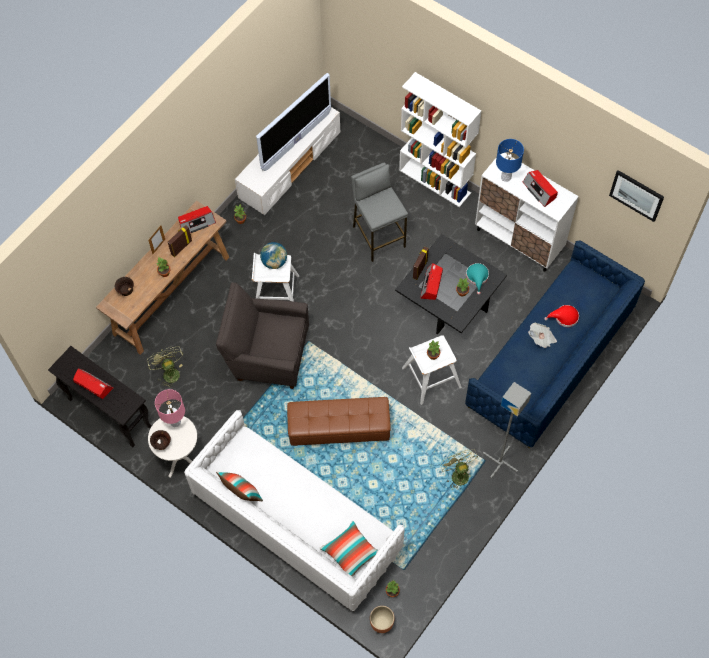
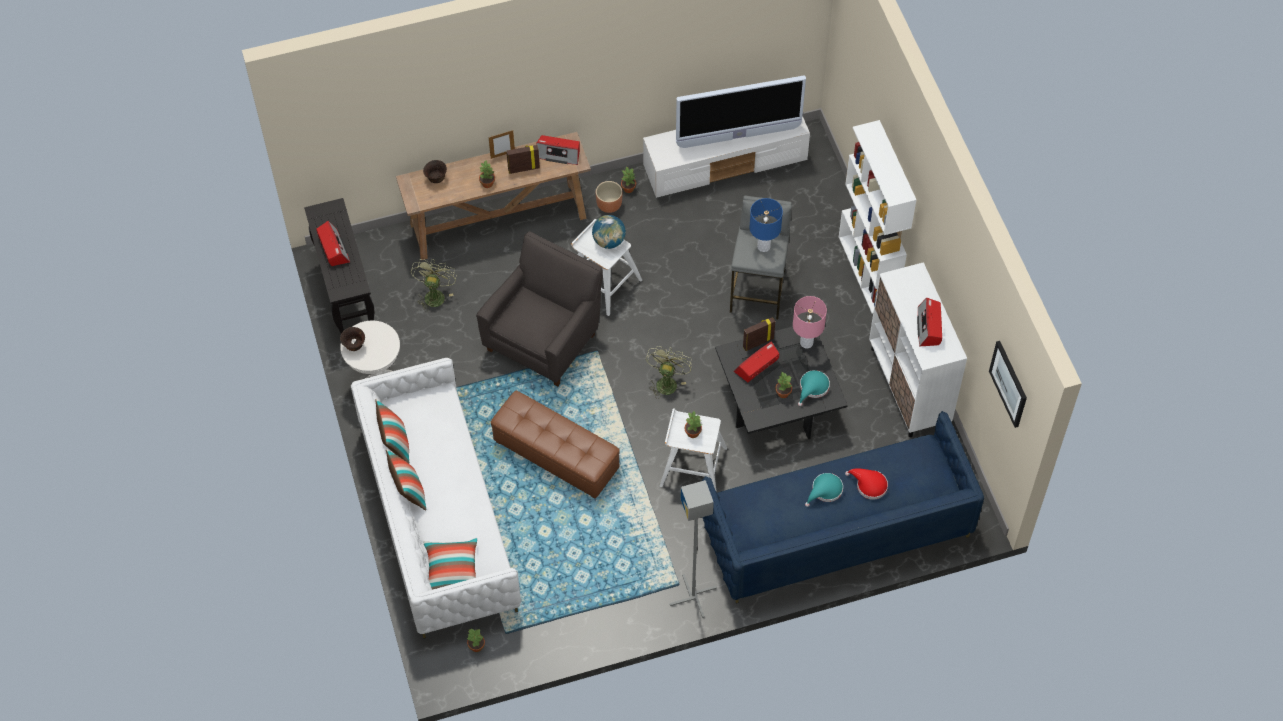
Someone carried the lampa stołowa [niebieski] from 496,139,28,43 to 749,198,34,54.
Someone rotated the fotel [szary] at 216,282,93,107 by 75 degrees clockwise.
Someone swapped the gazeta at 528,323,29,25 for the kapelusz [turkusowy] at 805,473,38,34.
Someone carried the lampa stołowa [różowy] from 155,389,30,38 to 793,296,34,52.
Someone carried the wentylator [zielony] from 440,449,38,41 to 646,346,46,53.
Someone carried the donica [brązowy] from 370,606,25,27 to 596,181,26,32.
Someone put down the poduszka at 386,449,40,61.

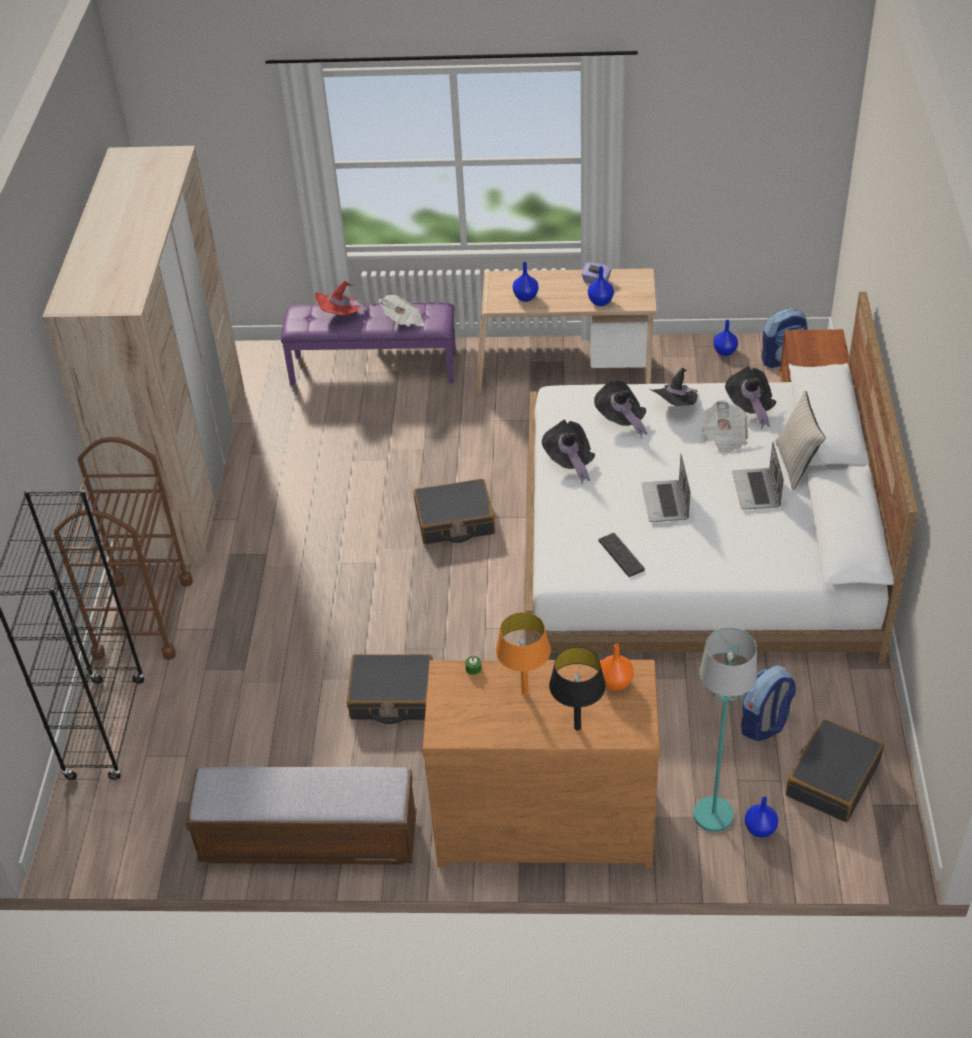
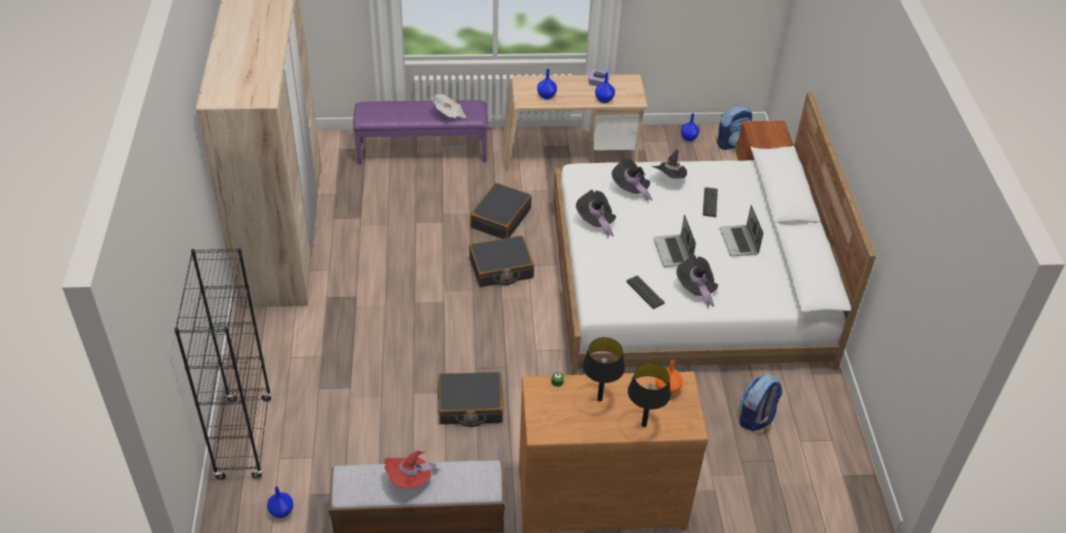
Someone carried the kapelusz [czerwony] from 314,281,56,34 to 384,450,57,39.
Someone carried the kapelusz [czarny] from 725,366,51,63 to 676,255,42,54.
Someone took away the poduszka [beżowy] at 775,391,50,100.
Someone swapped the gazeta at 702,400,46,55 for the klawiatura at 703,187,15,30.
Someone took away the wózek [brązowy] at 54,437,139,223.
Someone repainted the lampa stołowa [pomarańczowy] at 496,612,55,83, which became the lampa stołowa [czarny] at 582,337,43,64.
Someone took away the lampa stojąca [turkusowy] at 694,627,63,205.
Someone carried the walizka [czarny] from 786,718,98,104 to 470,183,62,56.
Someone carried the wazon [niebieski] from 745,796,33,42 to 267,487,26,31.

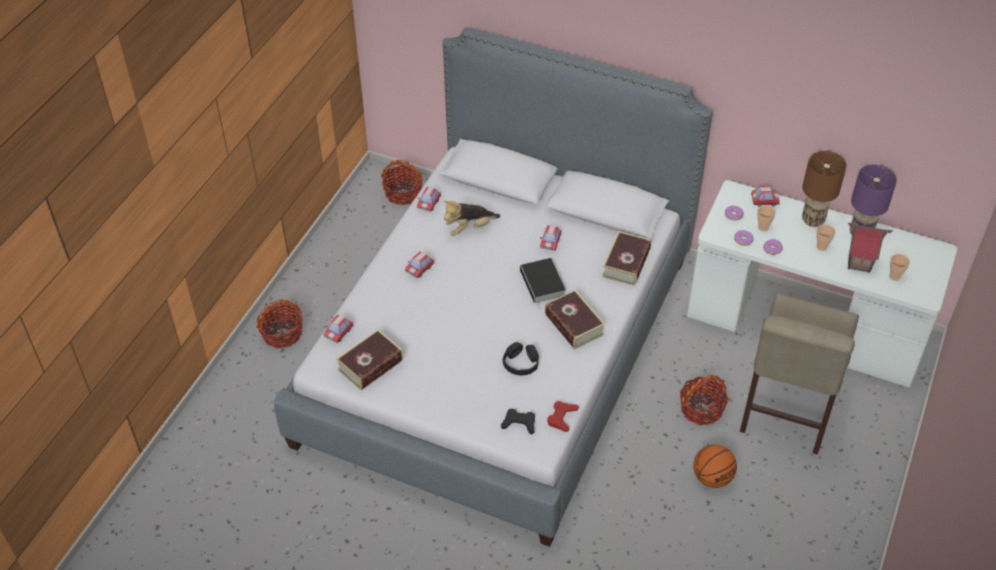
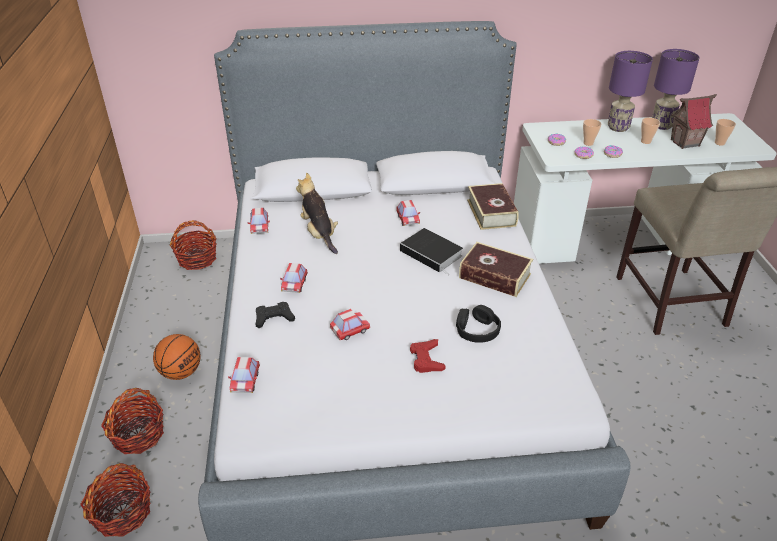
Someone repainted the lampa stołowa [brązowy] at 802,151,45,76, which became the lampa stołowa [fioletowy] at 608,51,45,81.
Someone carried the samochodzik from 751,186,29,21 to 330,309,40,31.
Someone rotated the pluszak at 444,201,56,35 by 120 degrees clockwise.
Someone took away the książka at 336,329,67,61.
Someone carried the koszyk from 680,375,49,50 to 80,463,71,74.
Someone carried the pad do gier [czerwony] from 547,401,32,31 to 410,339,36,34.
Someone carried the pad do gier [czarny] from 501,408,34,26 to 255,302,40,26.
Someone carried the piłka do koszykówki from 693,445,44,43 to 153,334,48,46.

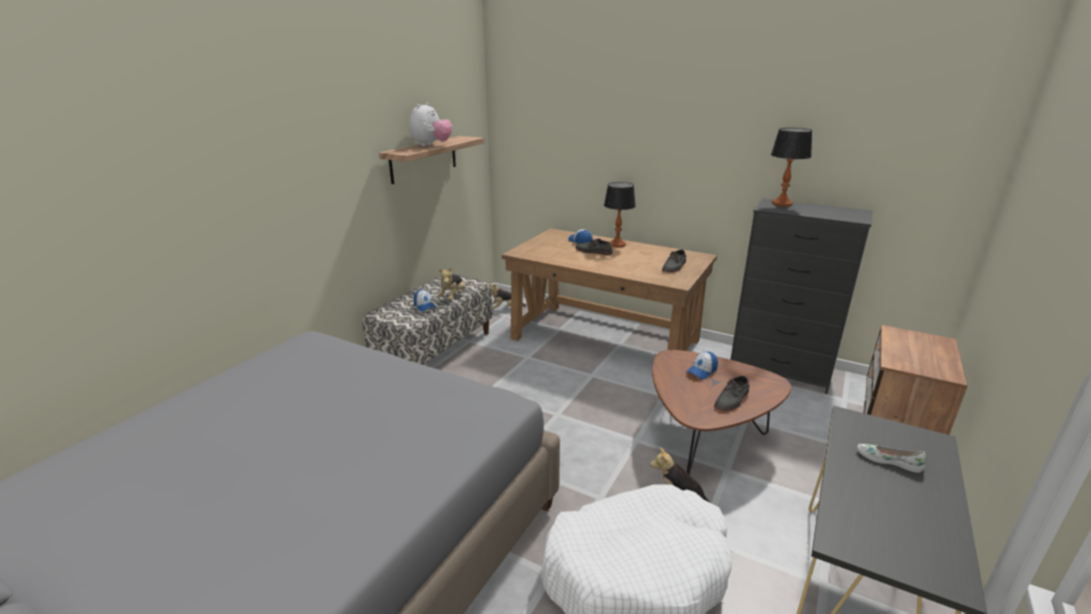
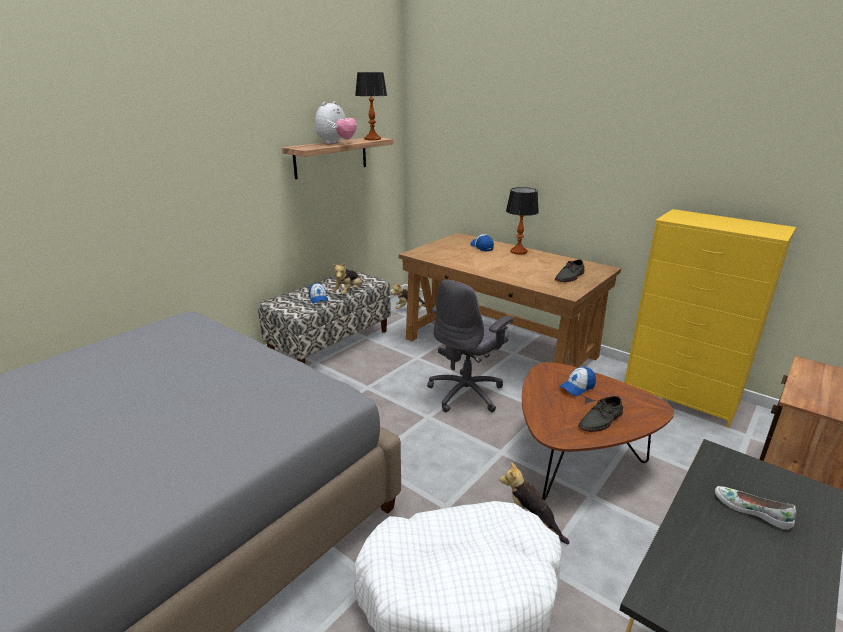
Someone carried the lampa stołowa from 771,128,42,79 to 355,72,32,68.
Someone repainted the komoda [czarny] at 730,198,142,196, which became the komoda [żółty] at 624,209,172,219.
Someone took away the but [szary] at 575,239,38,16.
Someone put down the krzesło biurowe [szary] at 427,280,86,132.

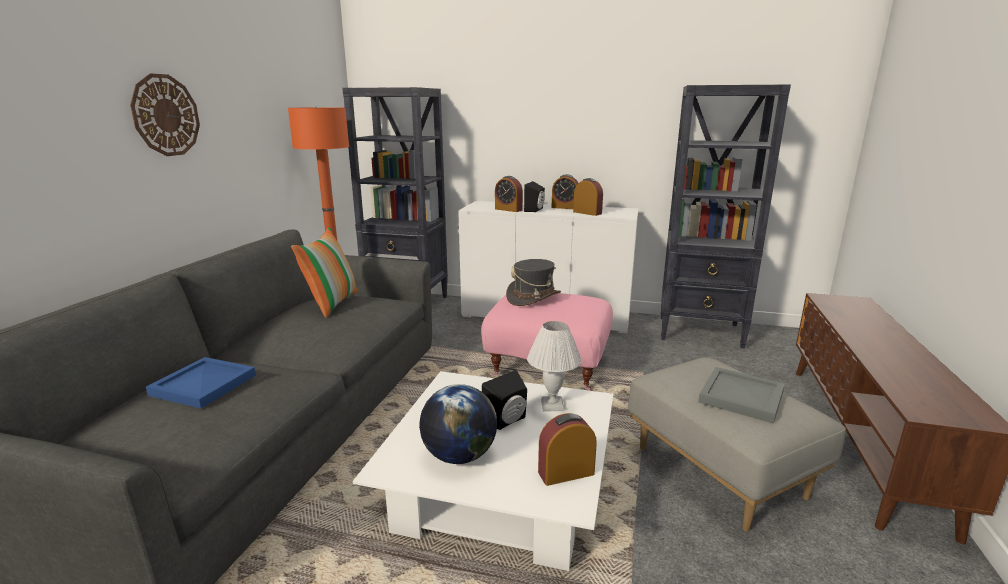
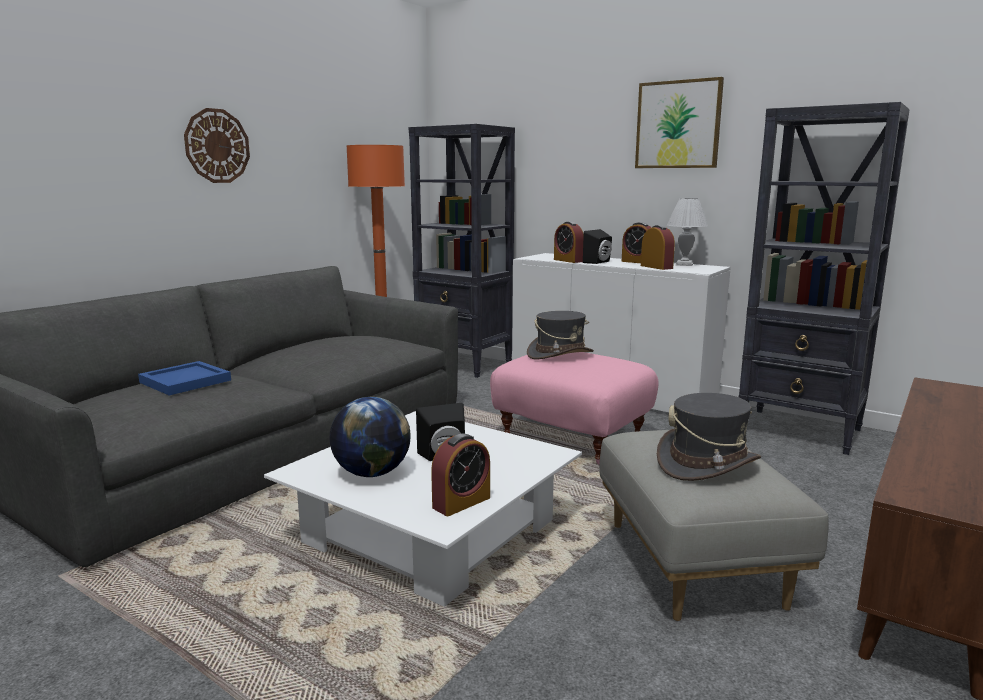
Someone took away the poduszka at 291,227,68,91.
Someone carried the lampa stołowa [biały] from 527,321,55,90 to 667,198,41,68.
Someone swapped the taca [szary] at 698,367,87,57 for the kapelusz [szary] at 657,393,104,88.
Someone rotated the budzik at 538,413,59,73 by 135 degrees clockwise.
Someone put up the obraz at 635,77,89,91.

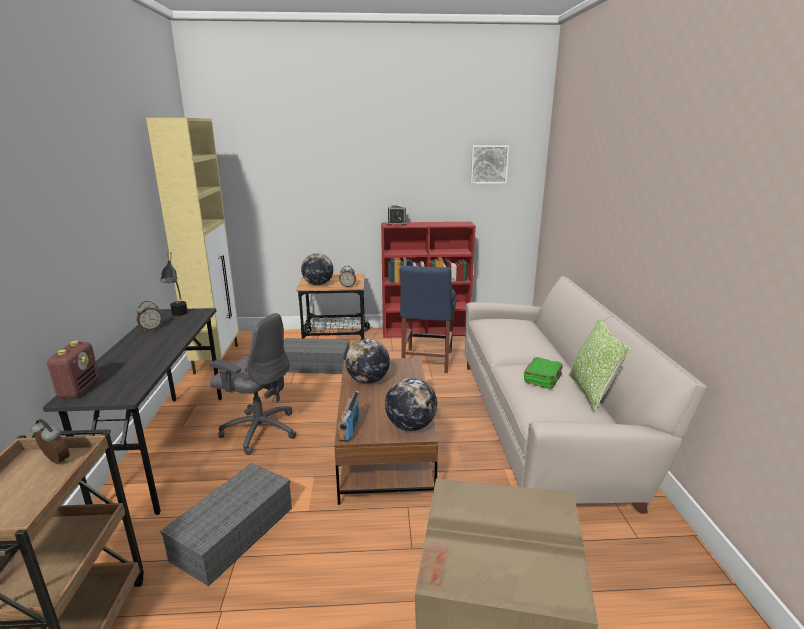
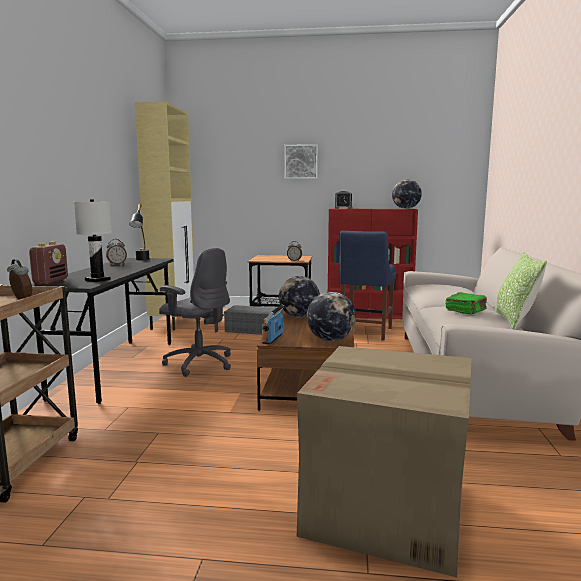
Someone carried the obraz from 470,145,39,39 to 285,144,33,35.
Someone carried the globus from 301,253,32,32 to 392,179,30,30.
Someone took away the pojemnik do przechowywania [szary] at 160,463,132,123.
Someone put down the lampa stołowa [biały] at 74,200,38,82.

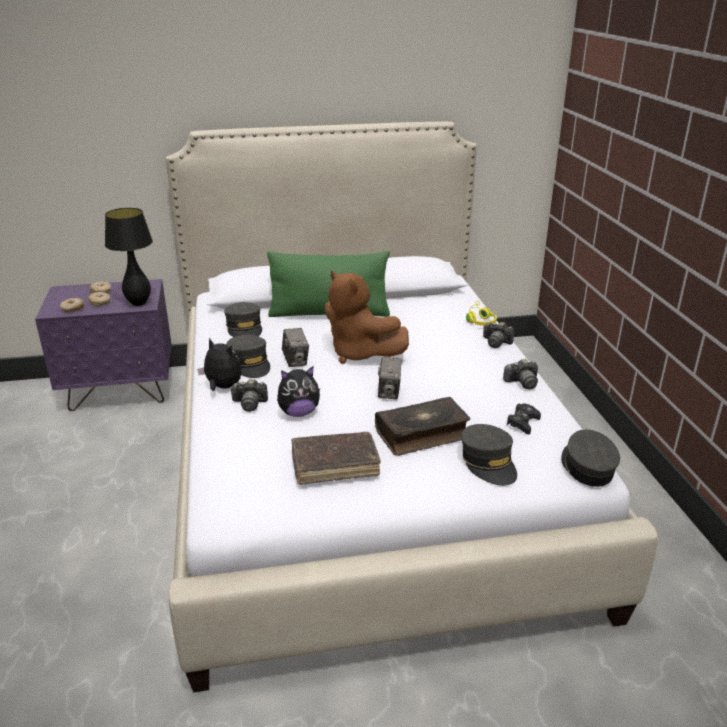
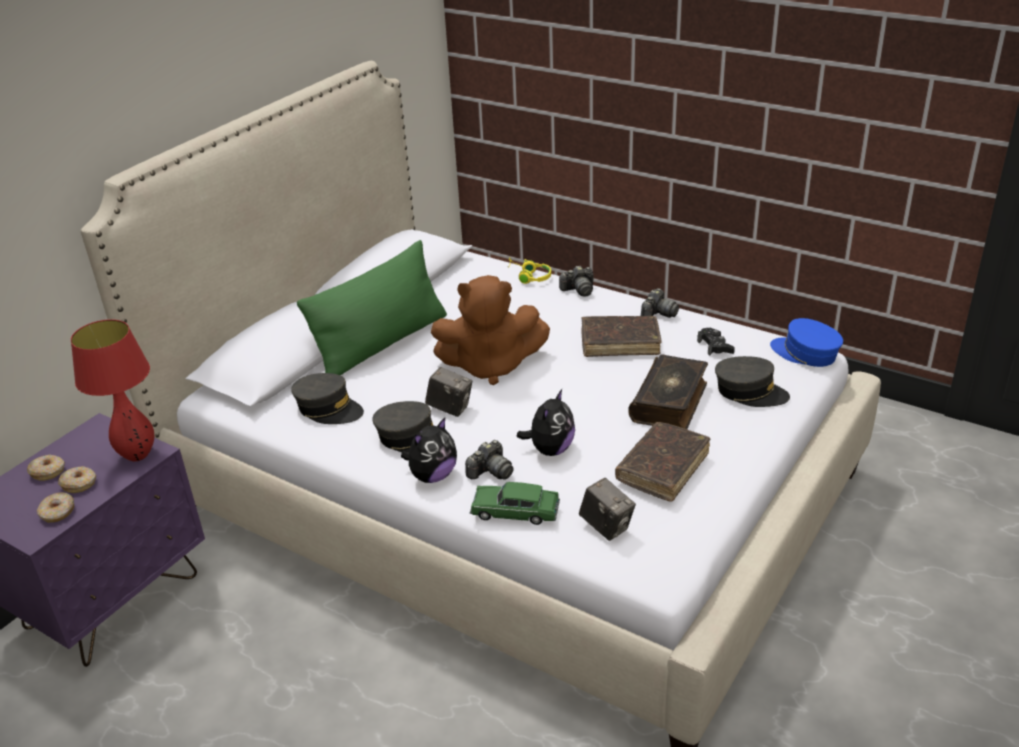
Someone repainted the lampa stołowa [czarny] at 105,208,48,98, which became the lampa stołowa [czerwony] at 71,319,83,142.
Someone rotated the pluszak at 197,337,44,54 by 150 degrees clockwise.
Someone carried the aparat fotograficzny from 378,357,24,42 to 579,478,57,63.
Someone repainted the czapka z daszkiem [szary] at 561,429,59,58, which became the czapka z daszkiem [niebieski] at 770,318,73,49.
Someone put down the książka [brązowy] at 581,316,81,41.
Someone put down the samochodzik [zielony] at 470,482,90,43.

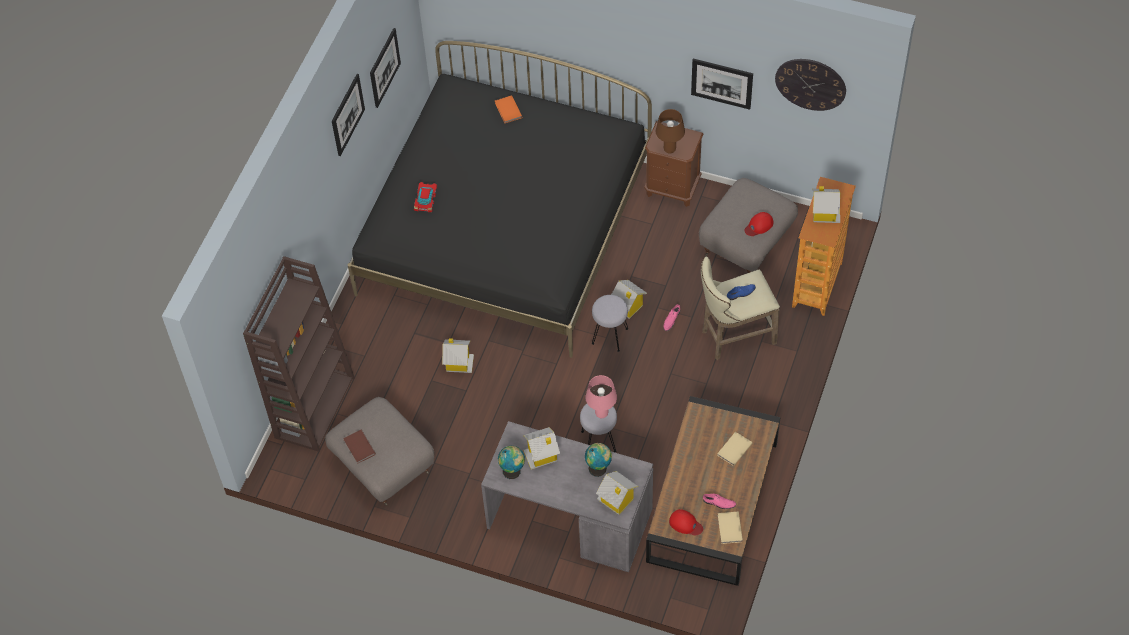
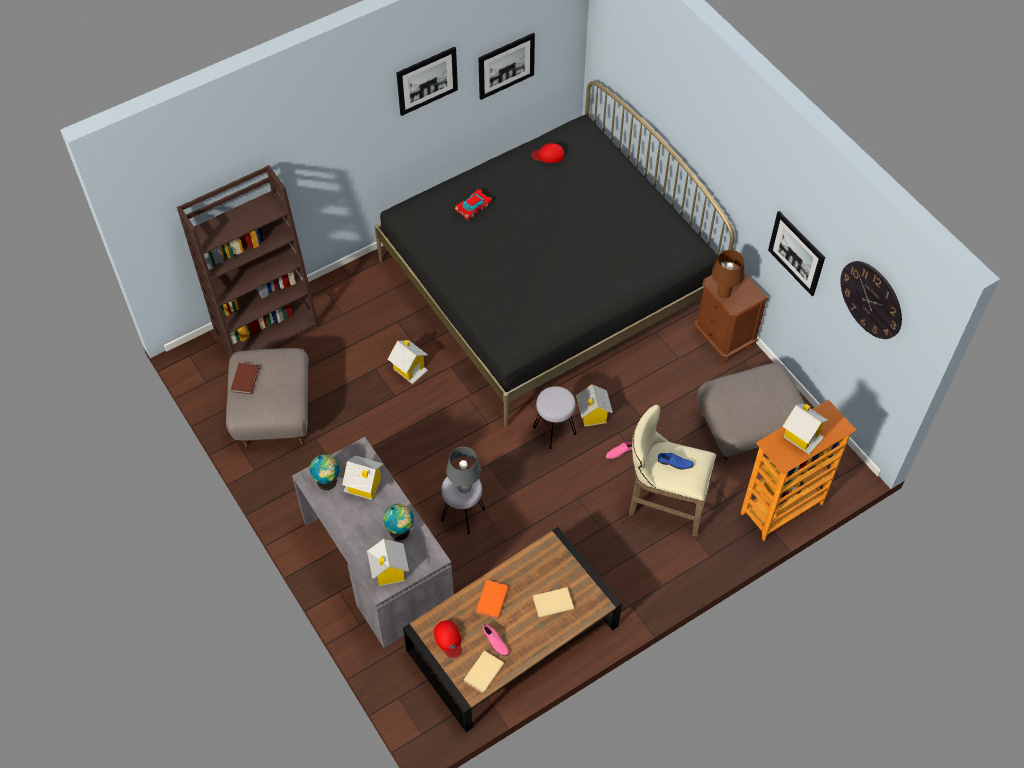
Someone carried the książka [pomarańczowy] from 495,95,27,28 to 476,580,33,39.
Someone carried the czapka z daszkiem [czerwony] from 744,212,29,24 to 531,143,34,20.
Someone repainted the lampa stołowa [różowy] at 585,375,32,43, which became the lampa stołowa [szary] at 446,447,35,46.

